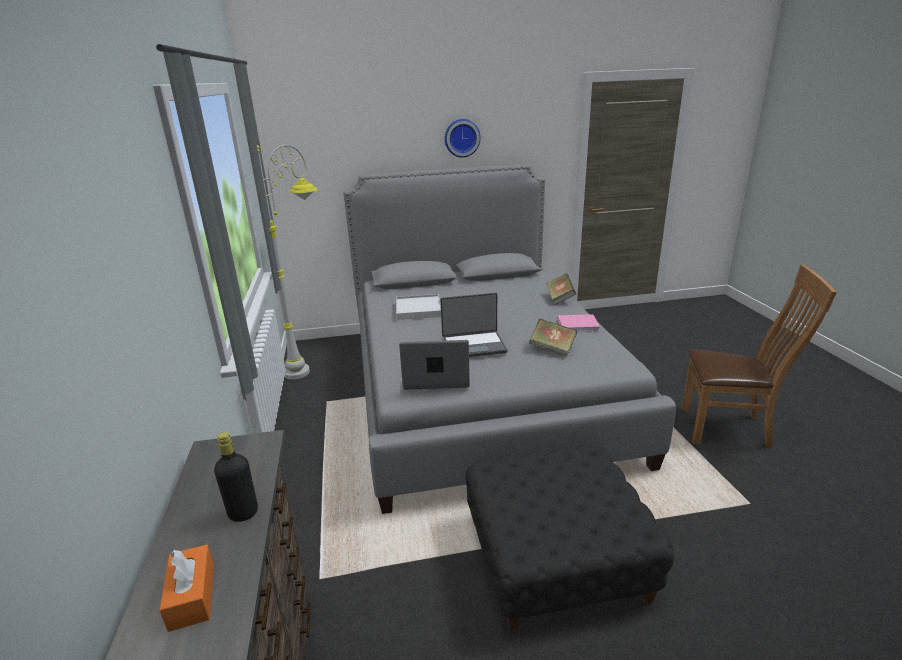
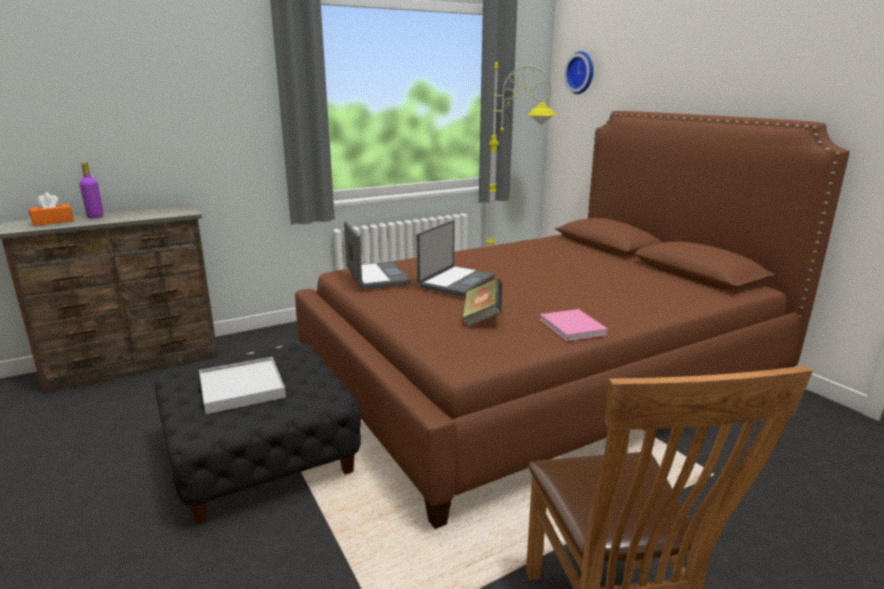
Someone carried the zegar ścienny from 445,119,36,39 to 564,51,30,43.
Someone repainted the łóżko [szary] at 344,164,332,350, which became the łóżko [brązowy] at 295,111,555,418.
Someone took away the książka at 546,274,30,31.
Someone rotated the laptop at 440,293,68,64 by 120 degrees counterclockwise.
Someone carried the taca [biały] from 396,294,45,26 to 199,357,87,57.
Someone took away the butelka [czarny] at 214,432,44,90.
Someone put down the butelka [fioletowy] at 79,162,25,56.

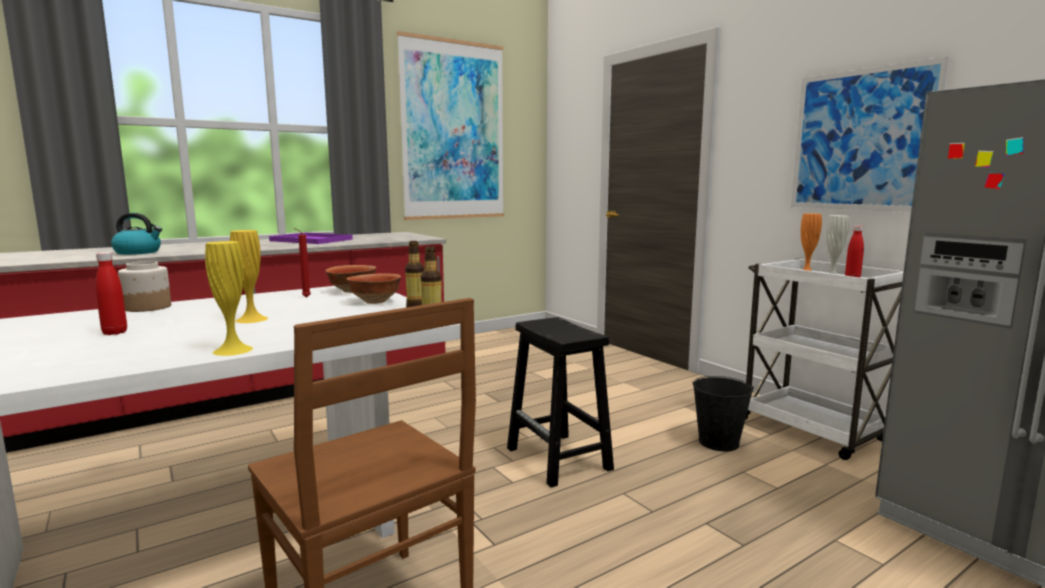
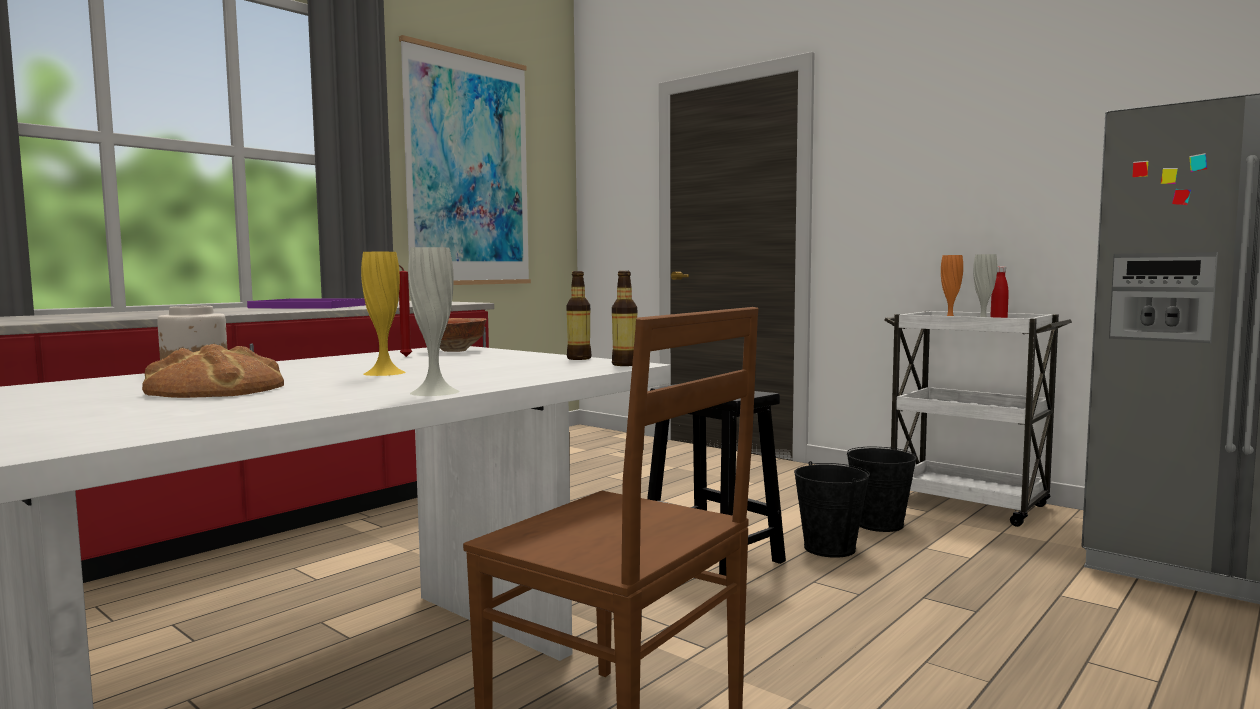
Someone took away the obraz at 791,56,159,156.
Someone took away the czajnik at 111,213,51,42.
Someone repainted the wazon [żółty] at 205,241,48,115, which became the wazon [biały] at 408,247,51,149.
Someone swapped the butelka [czerwony] at 96,252,31,83 for the chleb at 142,344,142,54.
Someone took away the miska at 347,273,54,31.
Someone put down the wiadro [czarny] at 794,461,76,97.

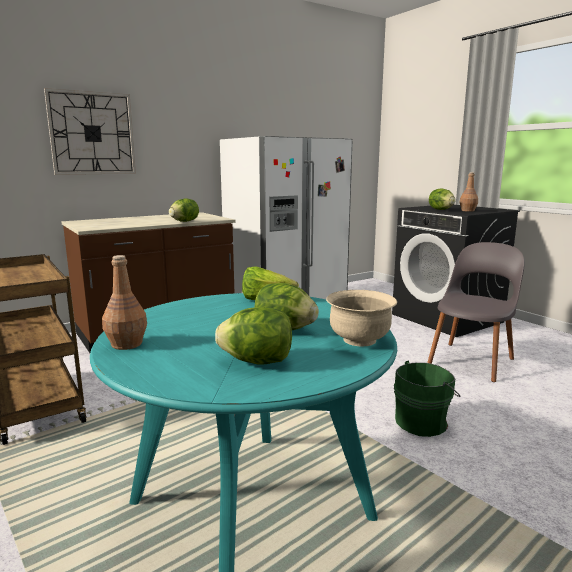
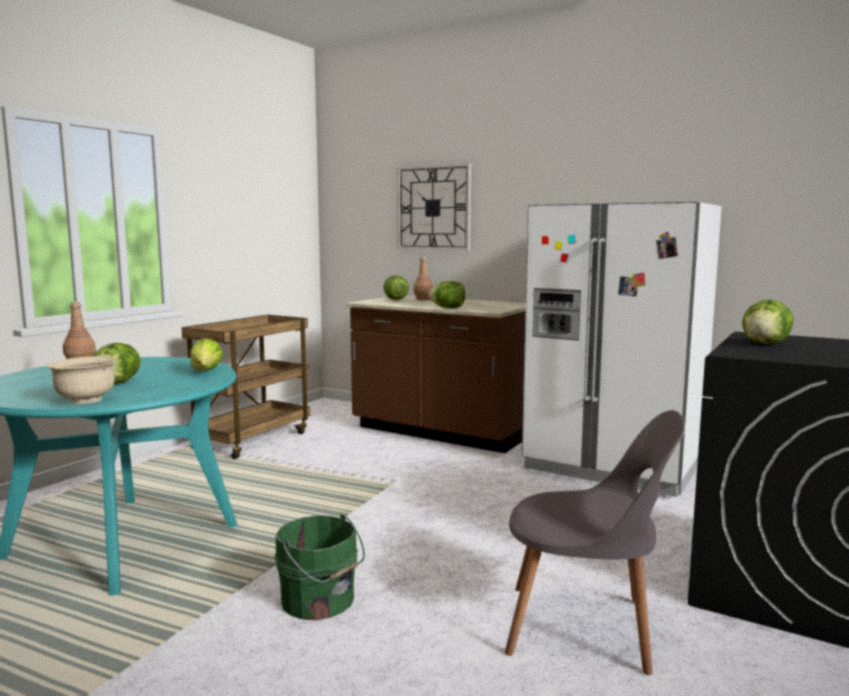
Someone carried the butelka [brązowy] from 459,172,19,40 to 413,257,20,43.
Someone carried the sałata from 215,307,77,58 to 383,275,26,25.

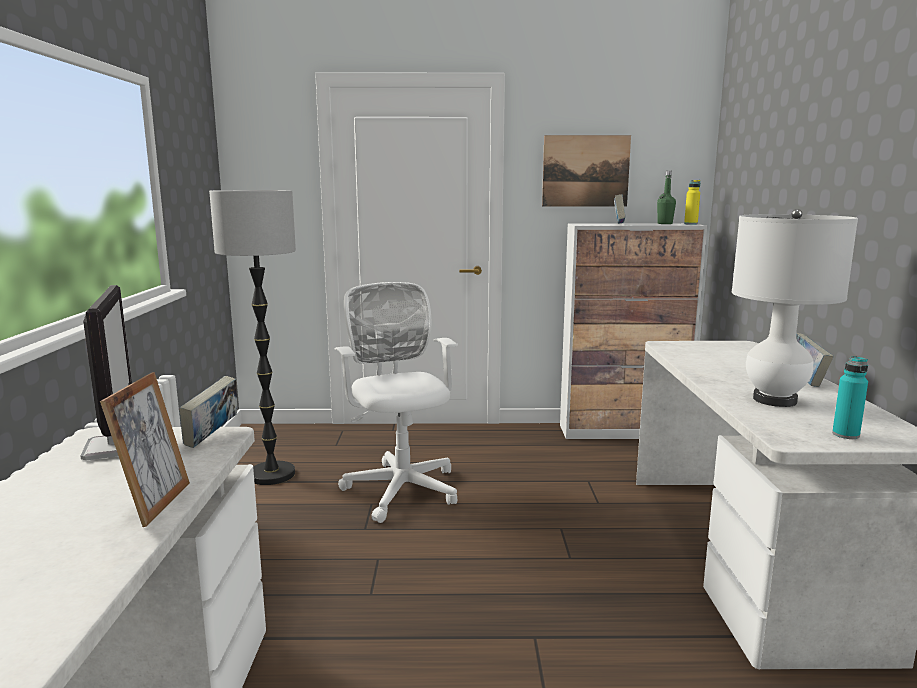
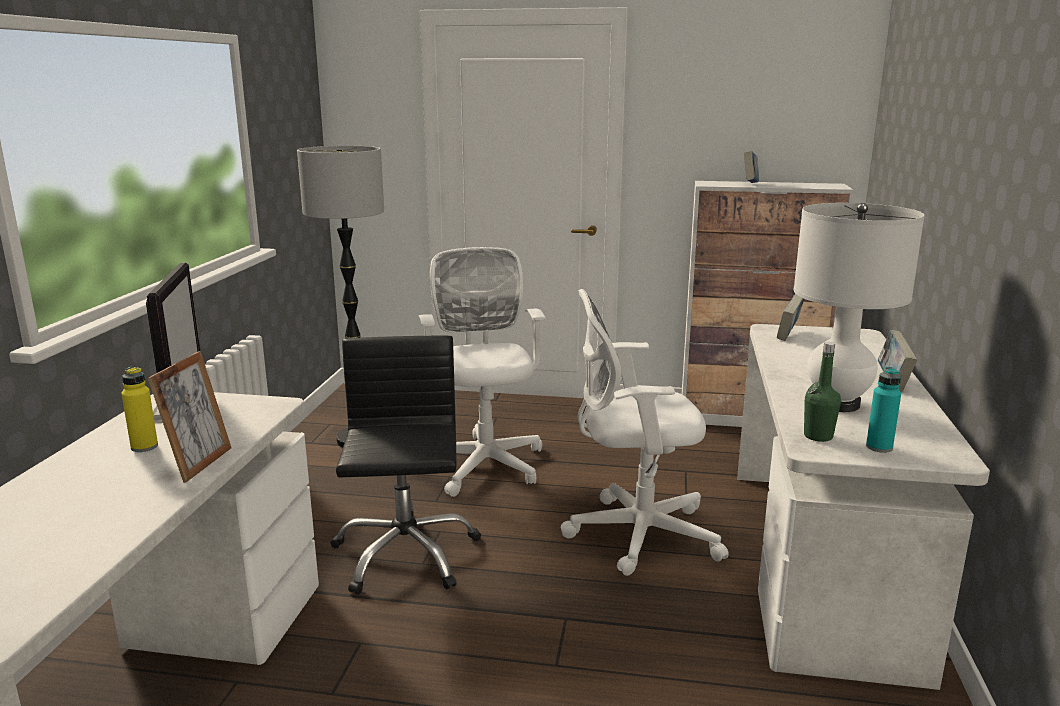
Someone took away the obraz at 542,135,89,72.
Someone carried the butelka [zielony] from 657,171,19,53 to 804,342,37,100.
Someone carried the butelka [żółty] from 684,180,16,45 to 121,367,37,85.
Someone carried the książka from 179,376,58,72 to 777,294,27,47.
Someone put down the krzesło biurowe [biały] at 561,289,168,287.
Someone put down the krzesło biurowe [czarny] at 331,336,150,259.

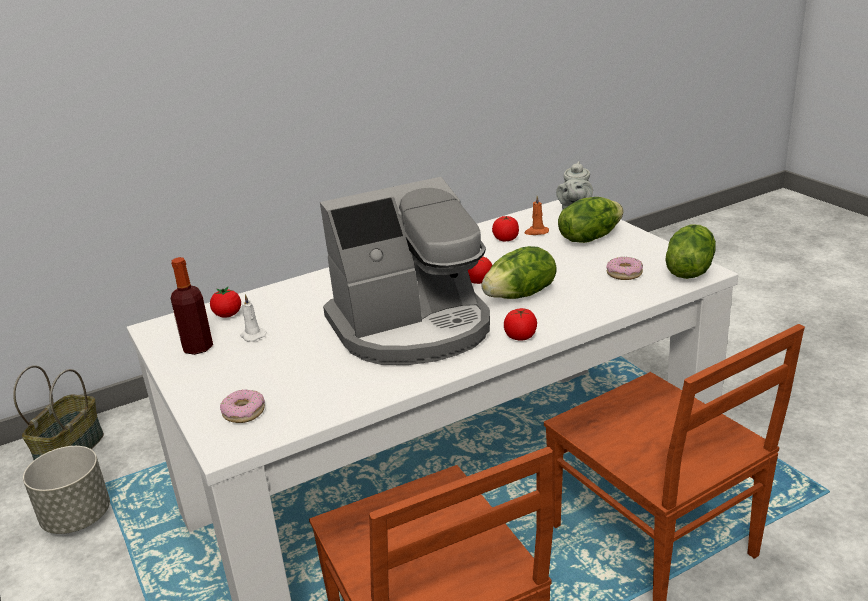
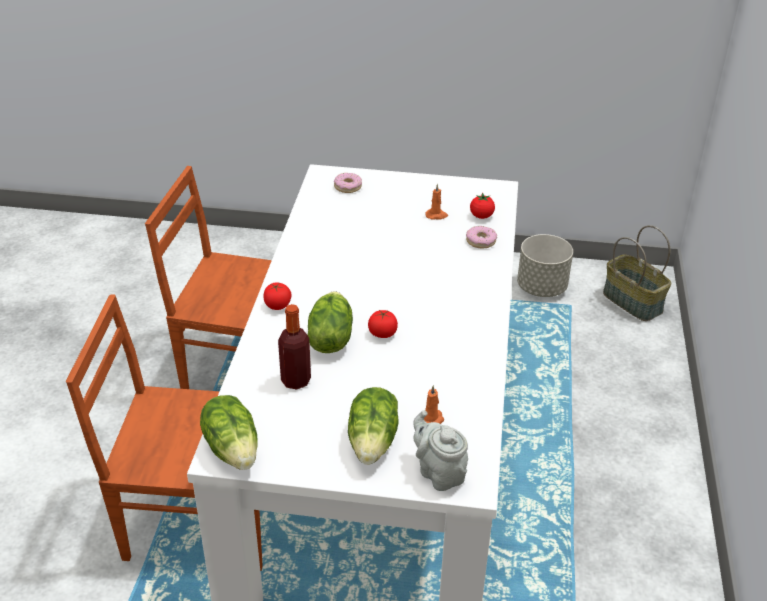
Someone took away the ekspres do kawy at 320,177,170,188.
Someone took away the pomidor at 492,216,27,25.
Someone carried the butelka from 171,257,42,98 to 278,304,33,86.
Someone carried the donut from 606,257,37,23 to 466,226,31,22.
Someone repainted the świeca [biały] at 240,294,26,48, which became the świeca [pomarańczowy] at 425,184,23,36.

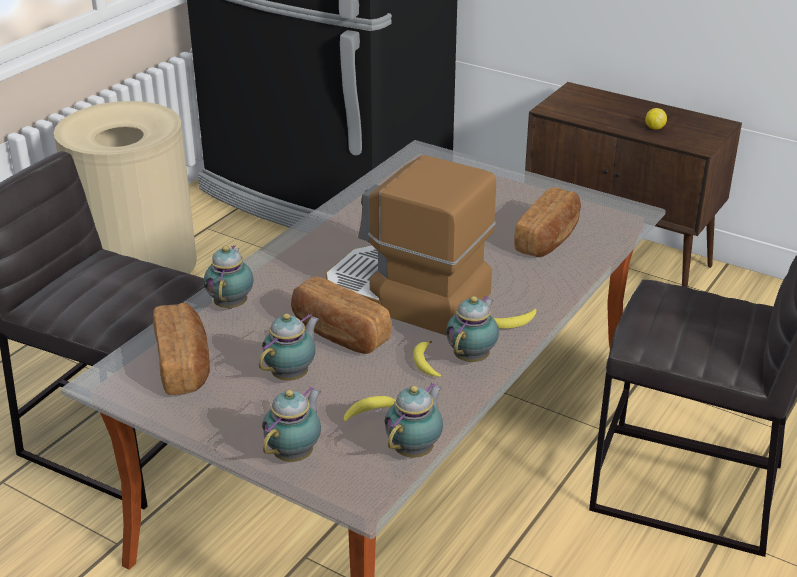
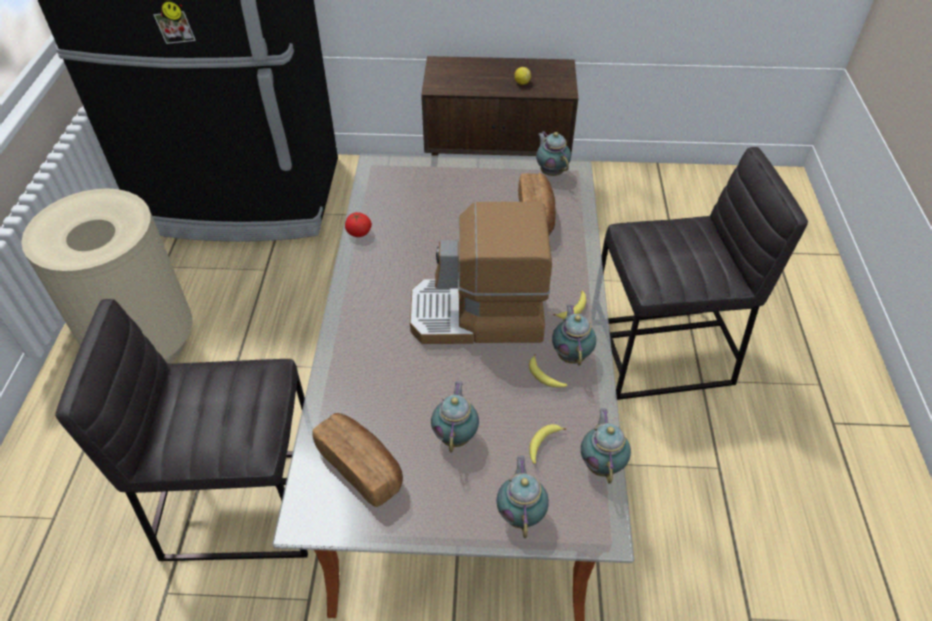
Someone carried the imbryk from 204,245,50,64 to 536,131,35,45.
Someone took away the chleb at 291,276,100,78.
Someone put down the pomidor at 345,212,27,25.

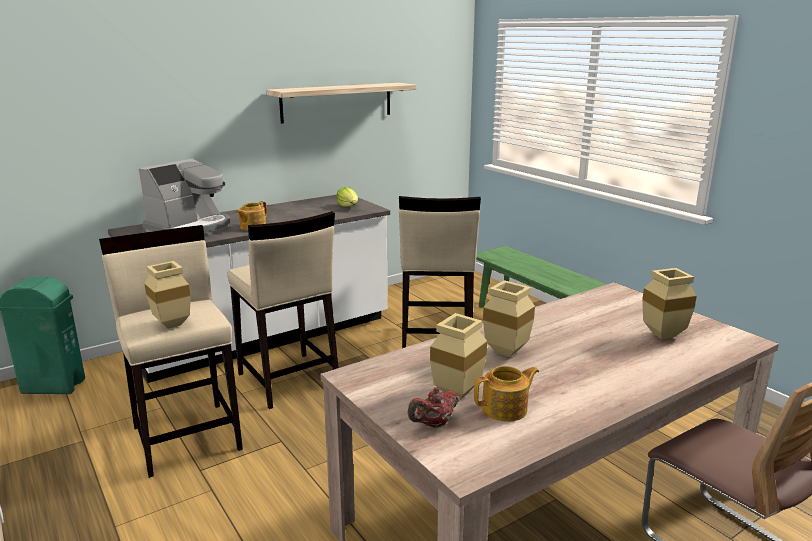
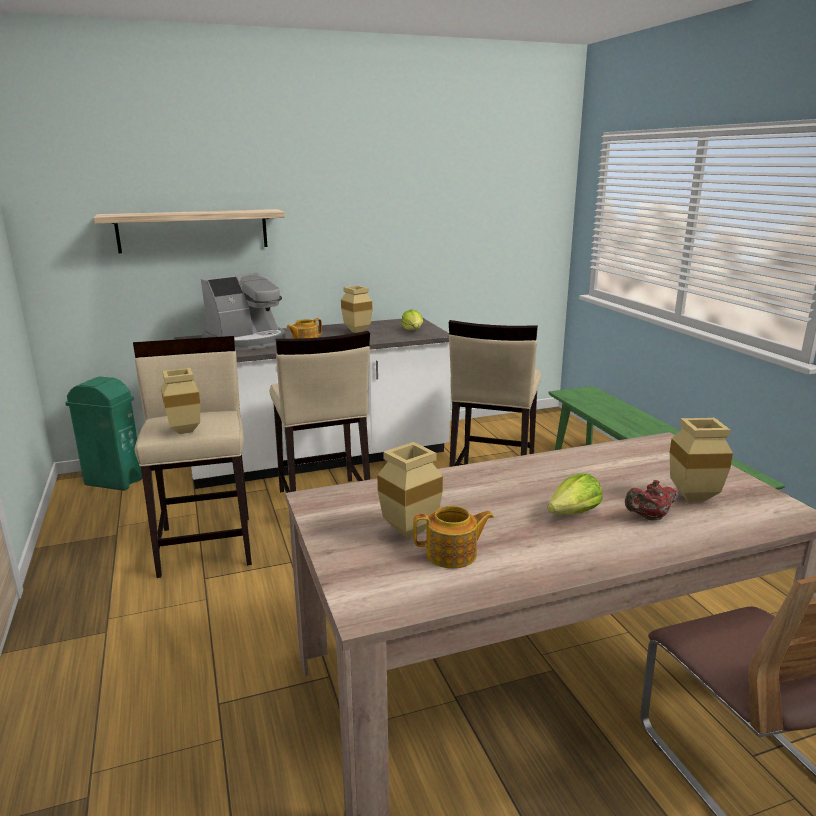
Someone carried the półka from 267,83,149,41 to 94,209,191,44.
Someone carried the wazon [beżowy] from 483,280,52,77 to 341,285,31,48.
Someone carried the imbryk [czerwony] from 407,387,52,41 to 625,480,53,40.
Someone put down the sałata at 547,473,55,42.

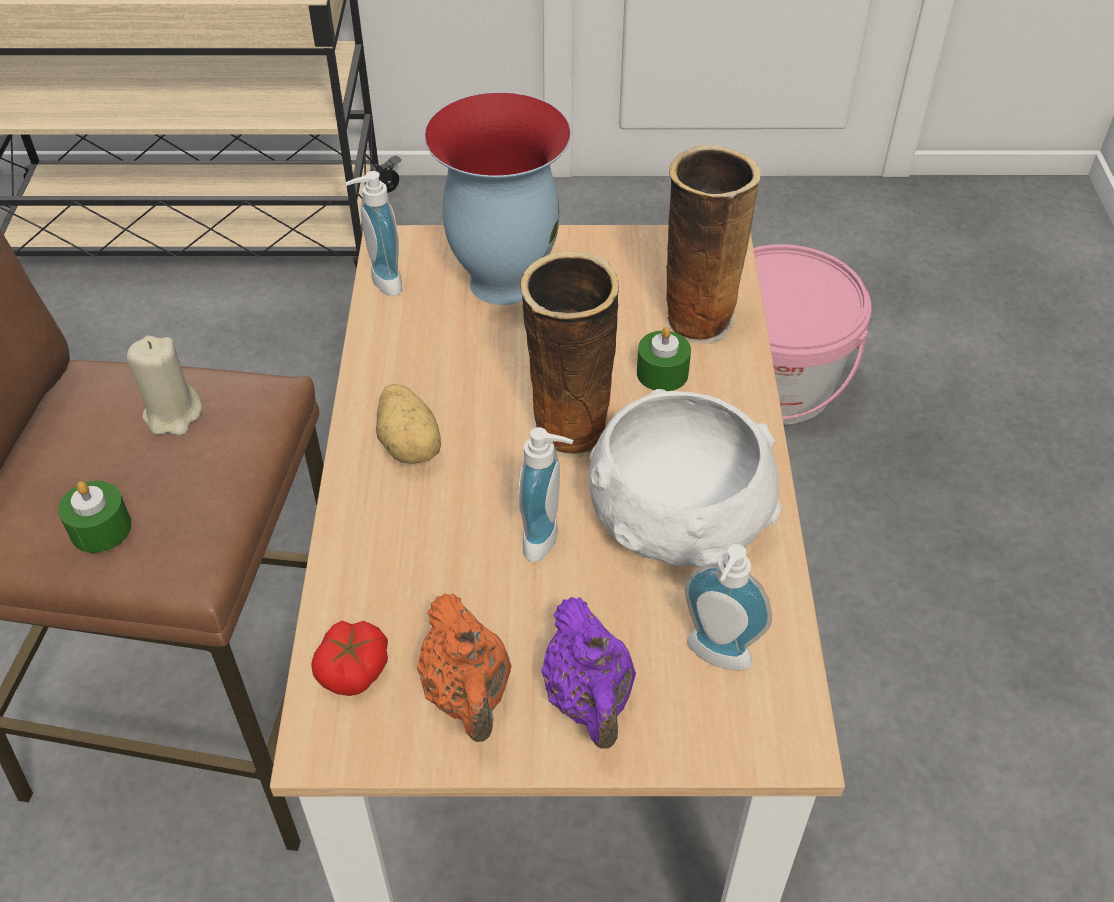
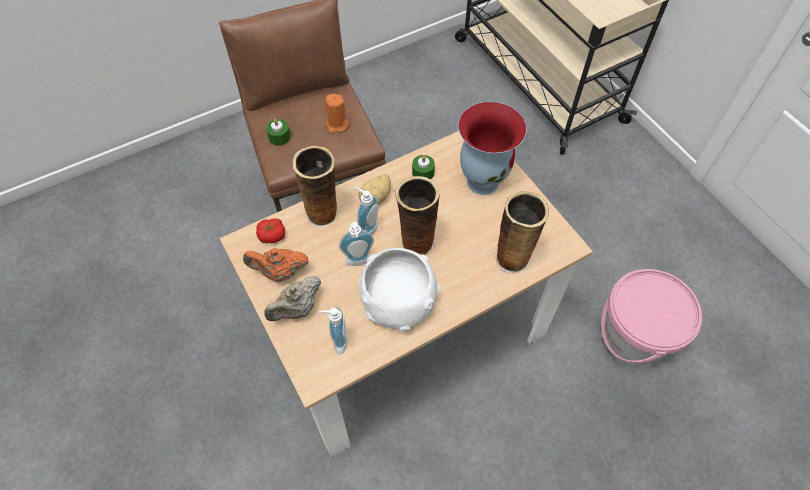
Someone carried the dozownik mydła from 345,171,57,125 to 355,187,23,48.
Someone carried the świeca [zielony] from 637,327,54,64 to 412,155,23,24.
Someone repainted the świeca [beżowy] at 127,336,75,99, which became the świeca [pomarańczowy] at 326,94,24,39.
Someone rotated the imbryk [pomarańczowy] at 417,593,95,149 by 45 degrees clockwise.
Someone repainted the imbryk [fioletowy] at 541,597,95,152, which became the imbryk [beżowy] at 264,276,57,45.
Someone put down the wazon at 293,146,45,82.

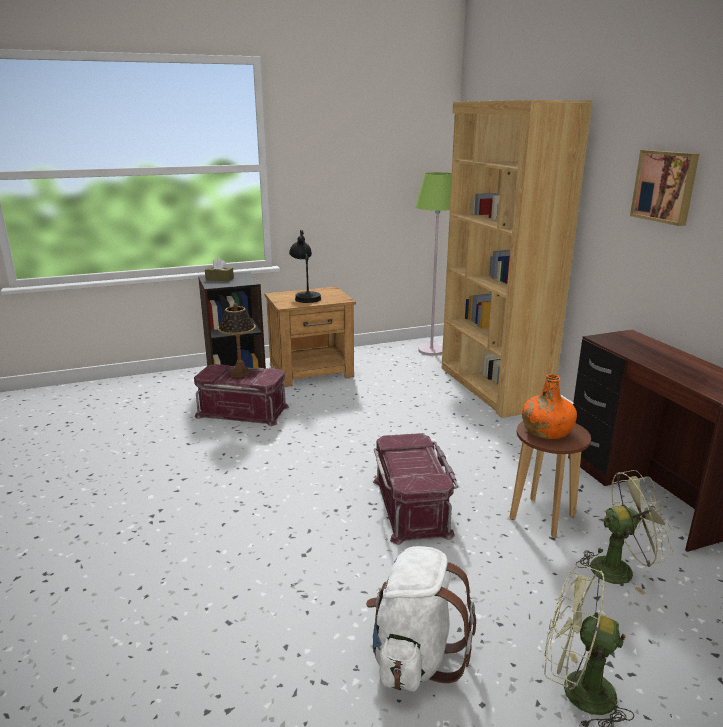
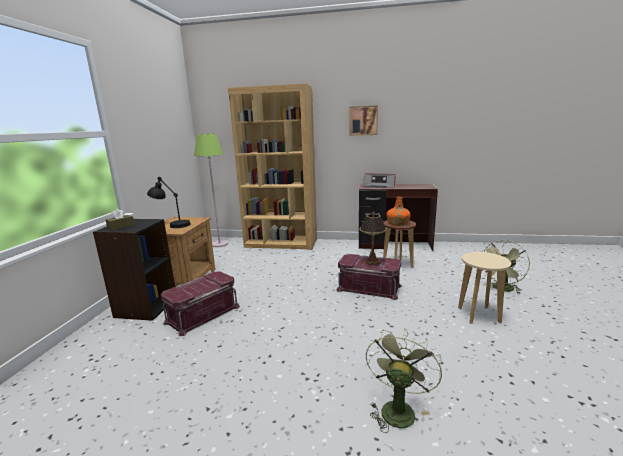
Someone carried the lampa stołowa from 217,303,39,75 to 360,212,27,53.
Someone carried the wentylator [zielony] from 576,470,98,125 to 366,329,76,104.
Someone swapped the plecak [biały] at 366,546,110,145 for the stołek [beżowy] at 458,252,53,72.
Someone put down the radio at 363,173,33,15.

